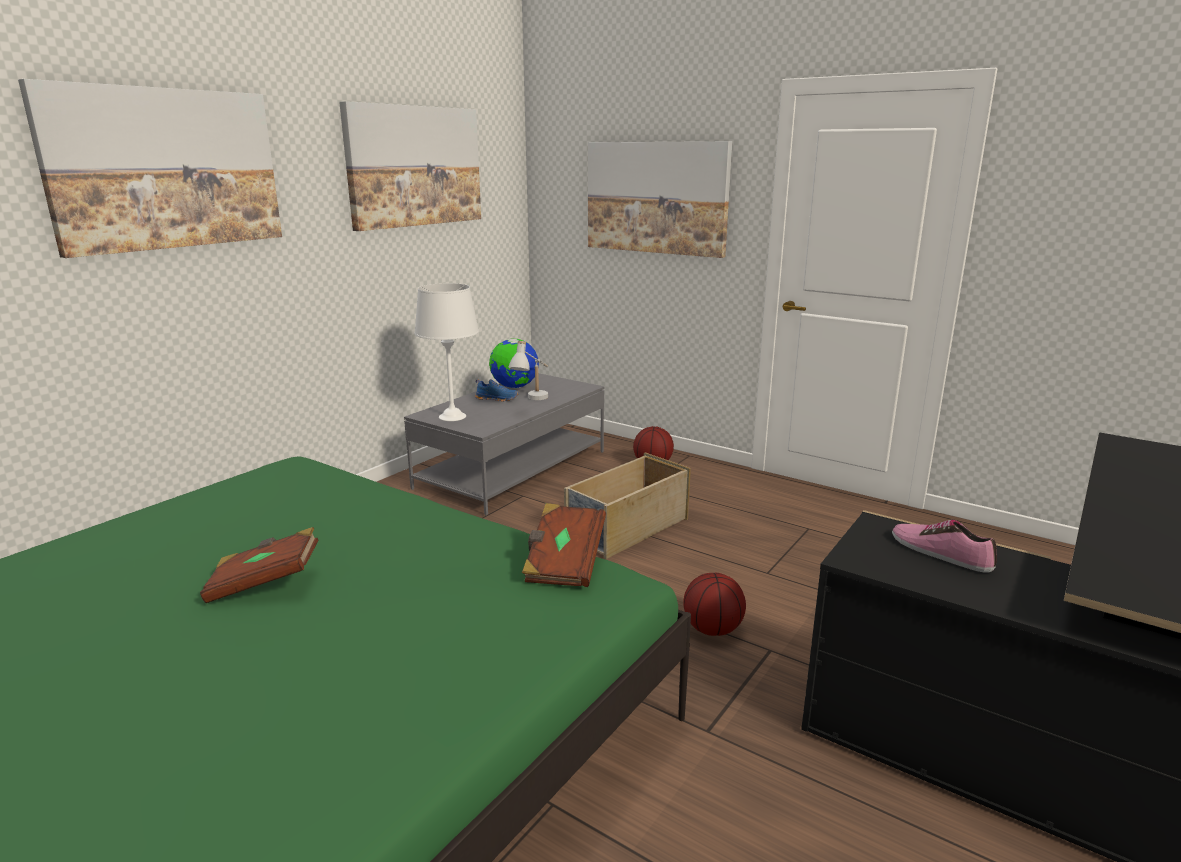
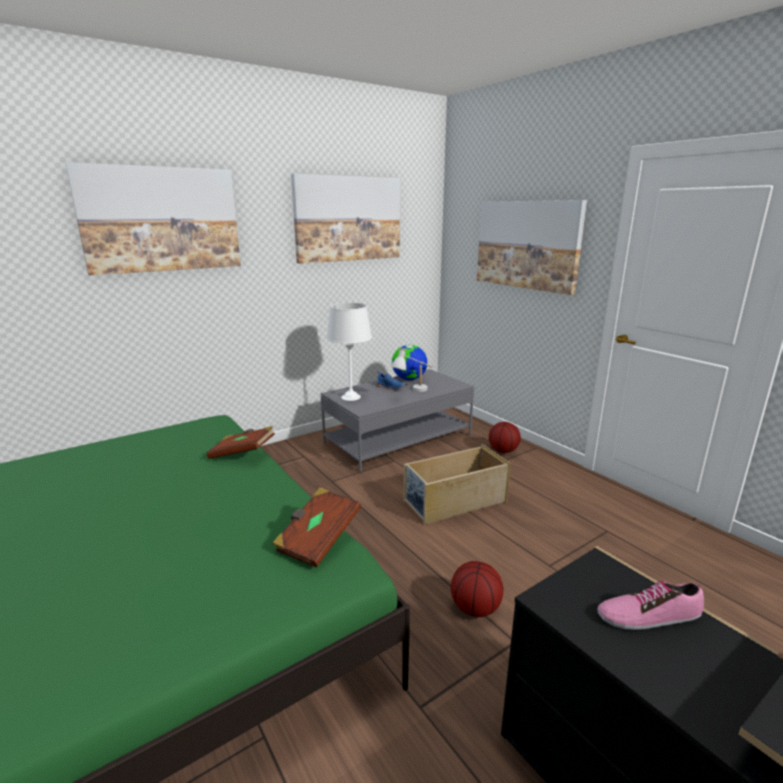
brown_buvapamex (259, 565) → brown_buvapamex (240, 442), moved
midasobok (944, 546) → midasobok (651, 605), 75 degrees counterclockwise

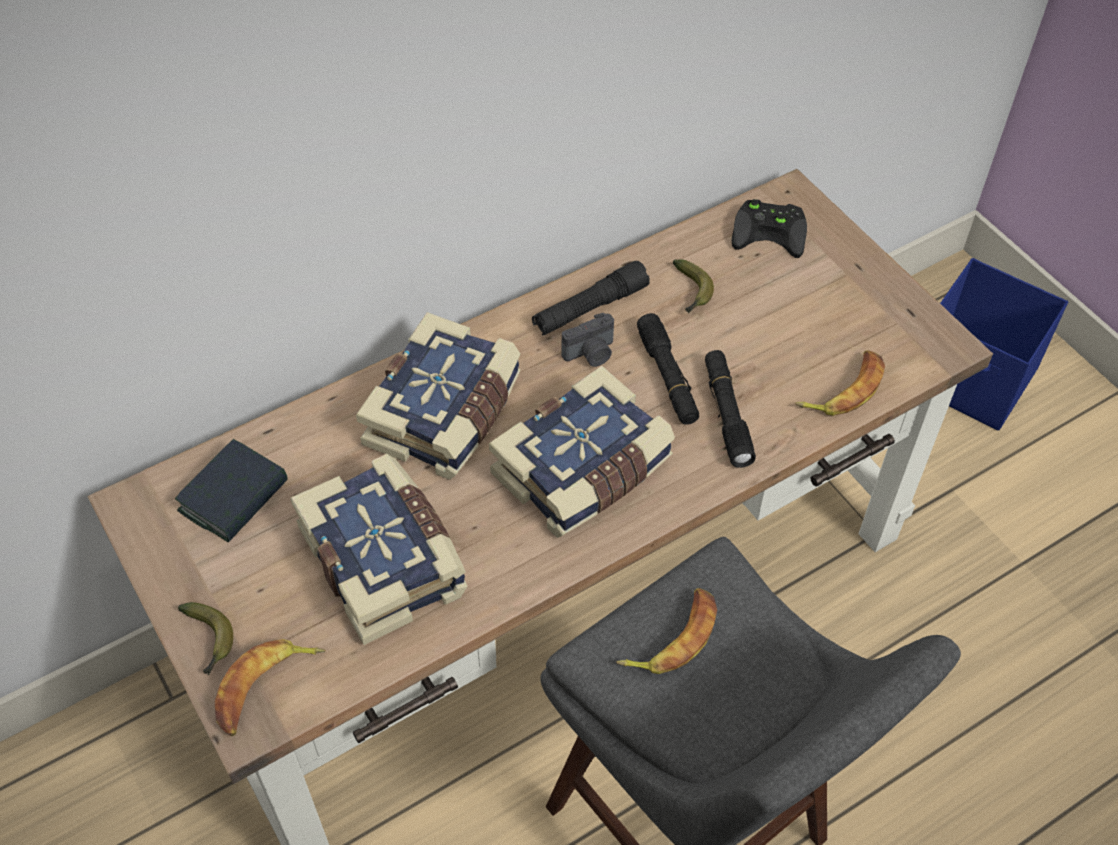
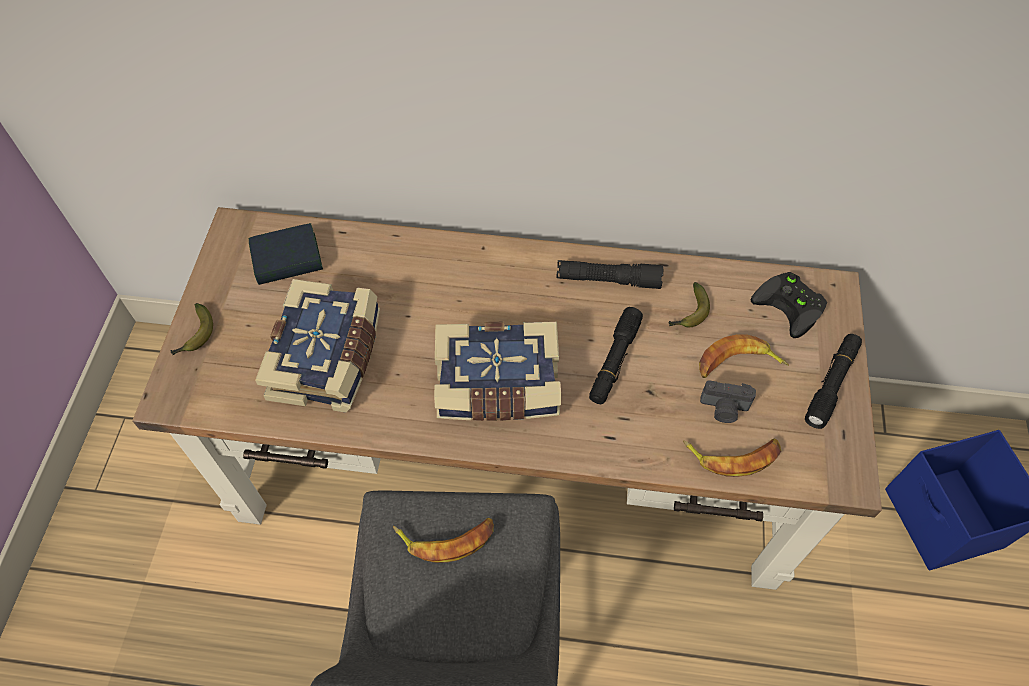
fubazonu (270, 687) → fubazonu (744, 356), moved
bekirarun (587, 339) → bekirarun (728, 401), moved
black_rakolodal (730, 409) → black_rakolodal (833, 381), moved
buvapamex (438, 396) → -

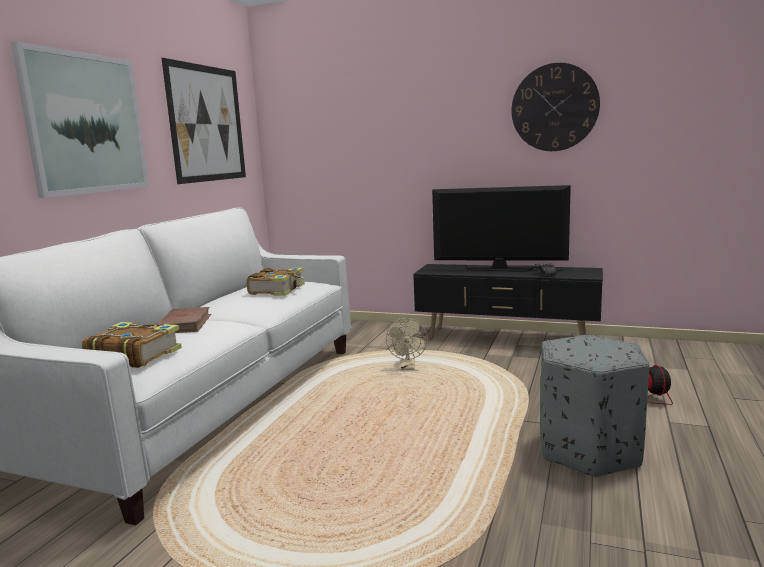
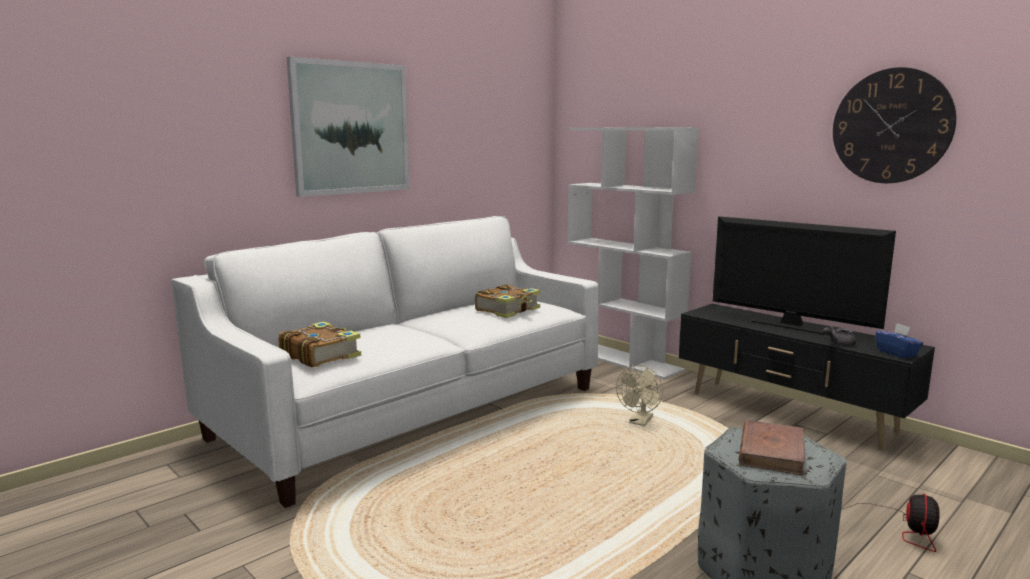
- → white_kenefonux (633, 253)
brown_buvapamex (183, 320) → brown_buvapamex (772, 448), moved
- → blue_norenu (899, 340)
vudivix (203, 121) → -

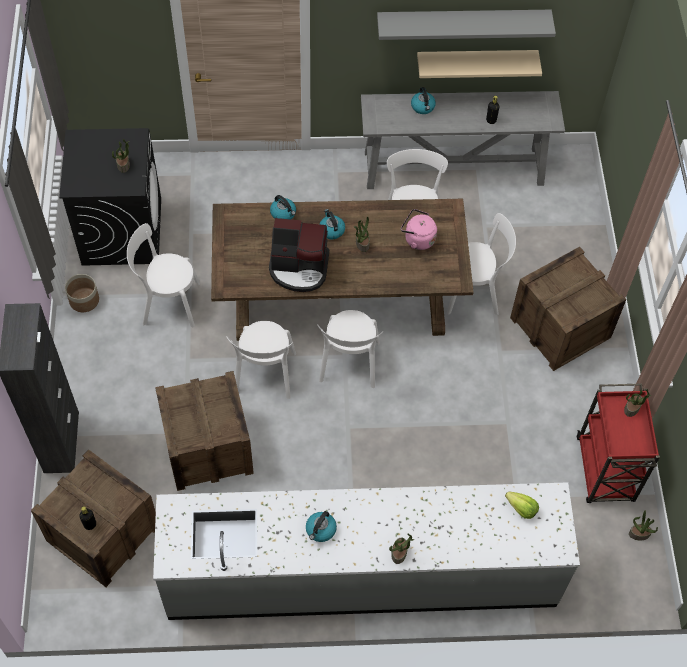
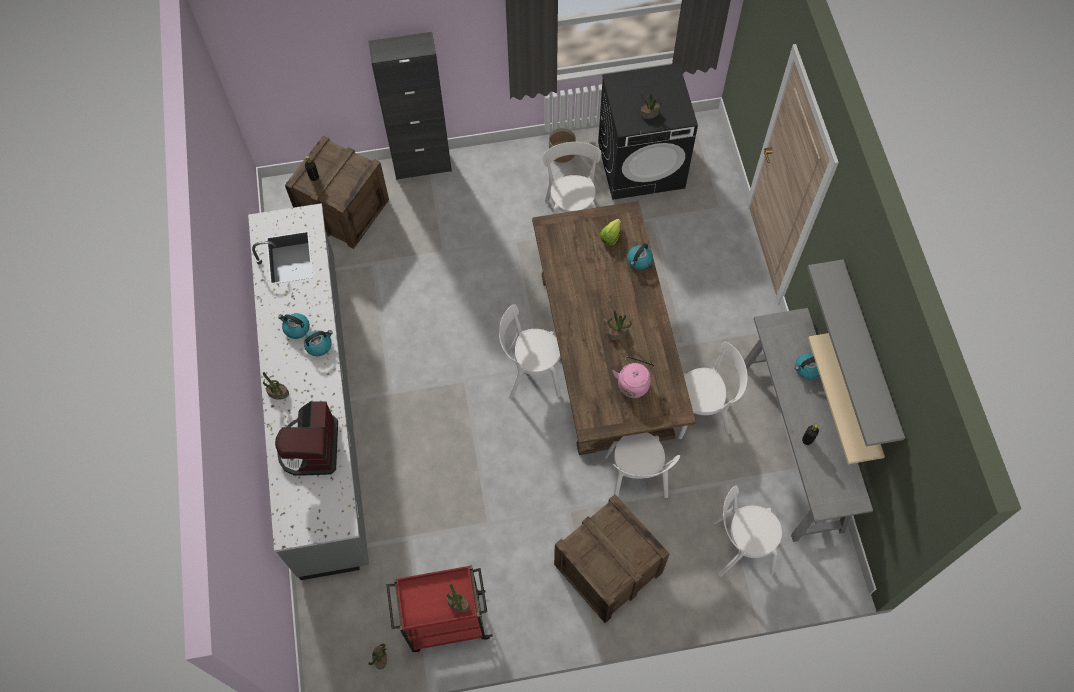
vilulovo (299, 255) → vilulovo (306, 438), moved
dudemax (332, 224) → dudemax (318, 343), moved
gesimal (522, 505) → gesimal (610, 232), moved
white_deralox (261, 360) → white_deralox (747, 531), moved
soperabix (204, 431) → -

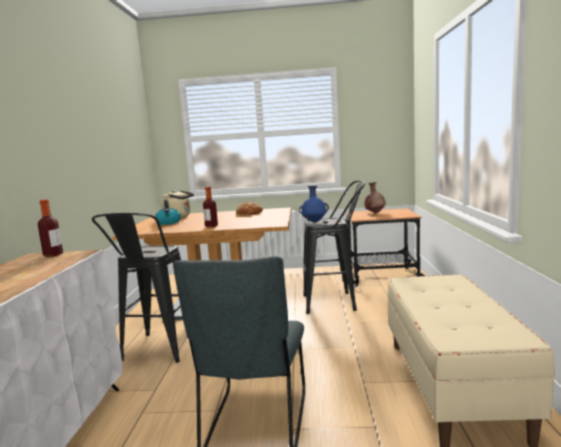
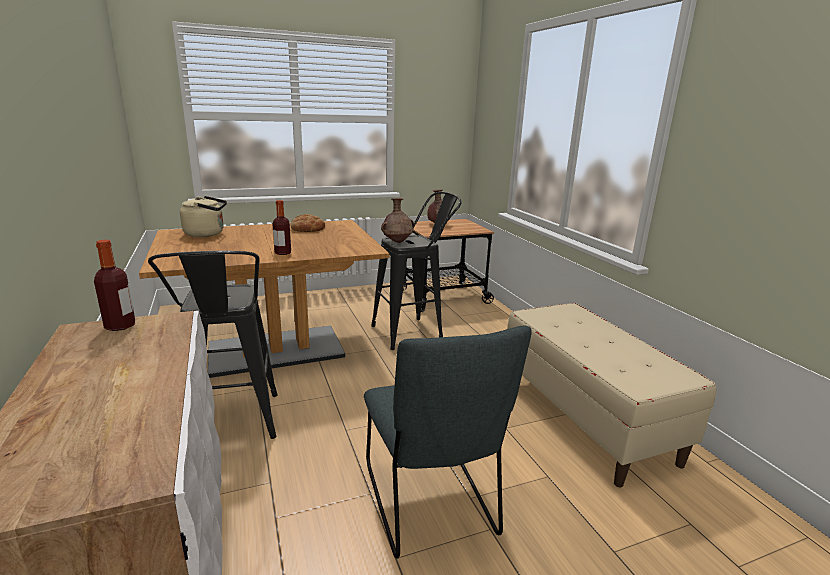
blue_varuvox (314, 204) → brown_varuvox (397, 220)
dudemax (168, 212) → -

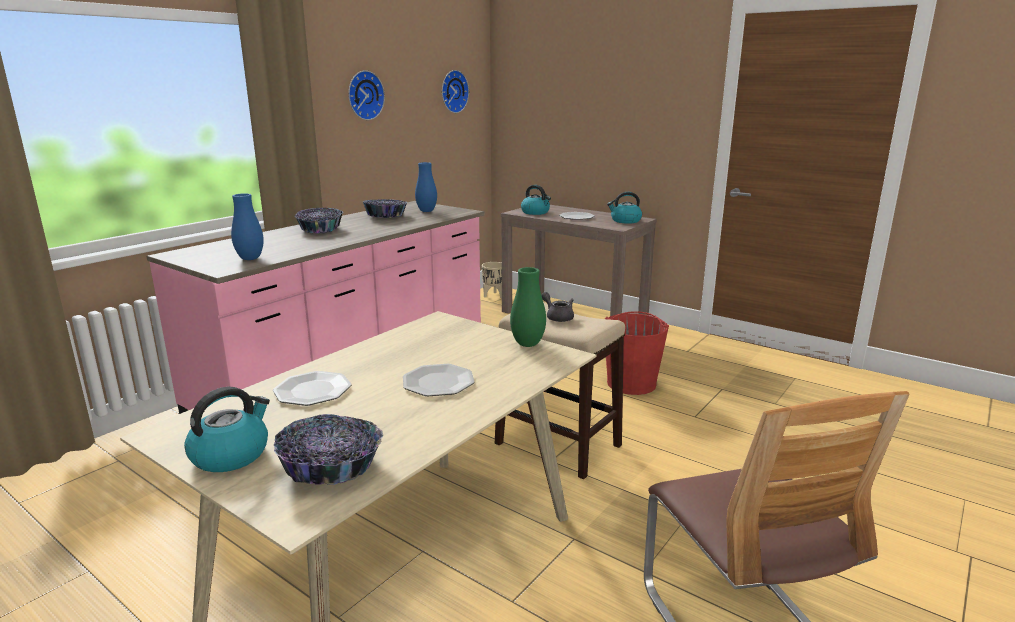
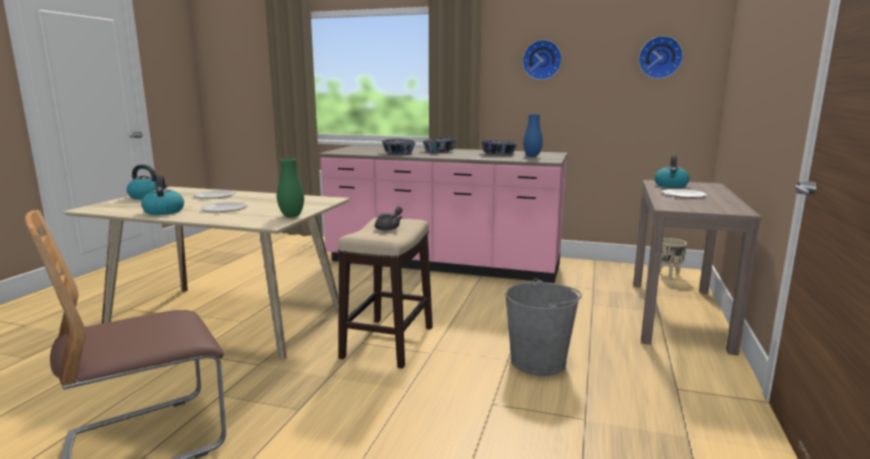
dudemax (624, 208) → dudemax (162, 195), moved
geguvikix (328, 449) → geguvikix (398, 147), moved
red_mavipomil (637, 353) → grey_mavipomil (543, 327)
blue_varuvox (247, 226) → -

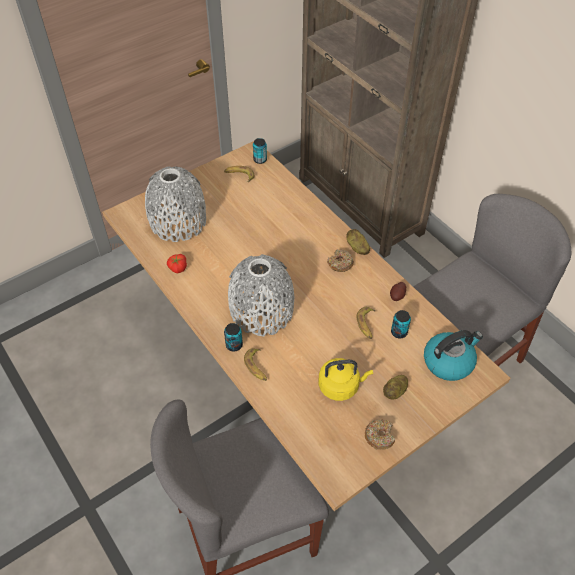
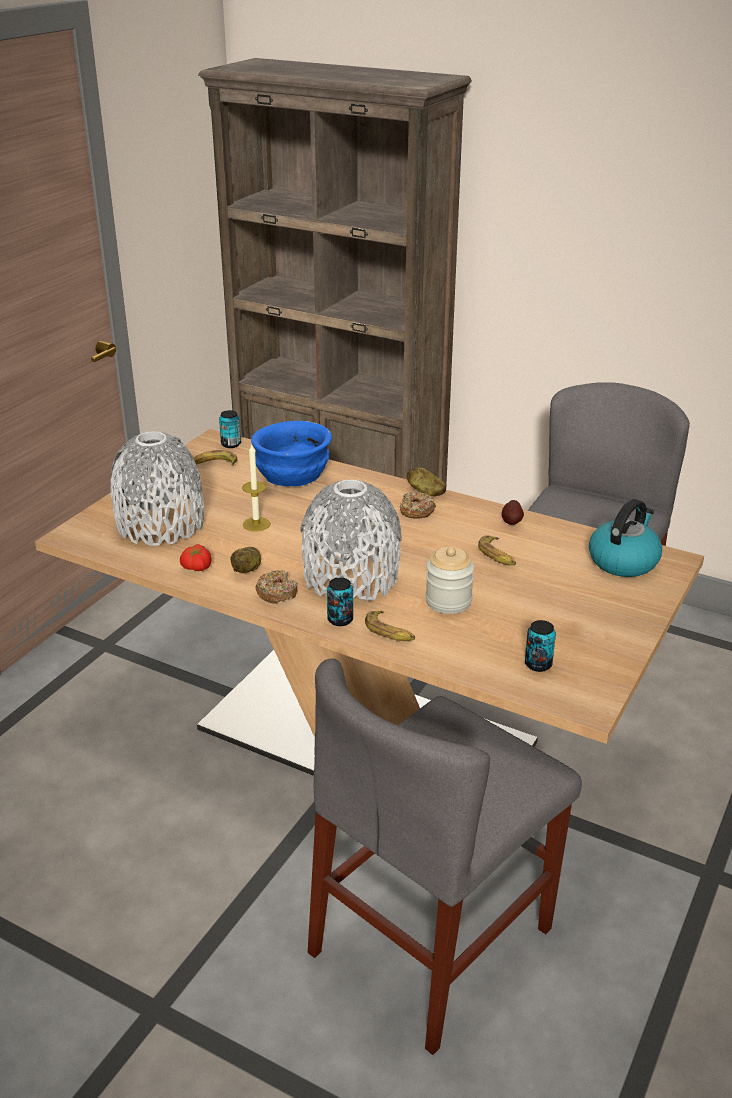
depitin (395, 387) → depitin (245, 560), moved
- → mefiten (256, 487)
- → blue_geguvikix (291, 453)
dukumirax (380, 434) → dukumirax (276, 587), moved
- → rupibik (450, 580)
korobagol (401, 324) → korobagol (540, 646), moved
yellow_dudemax (346, 379) → -

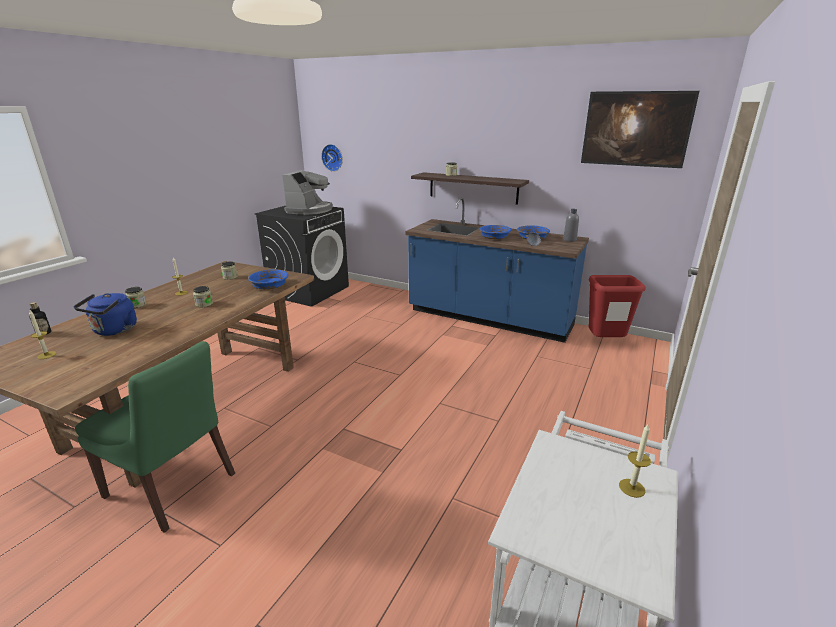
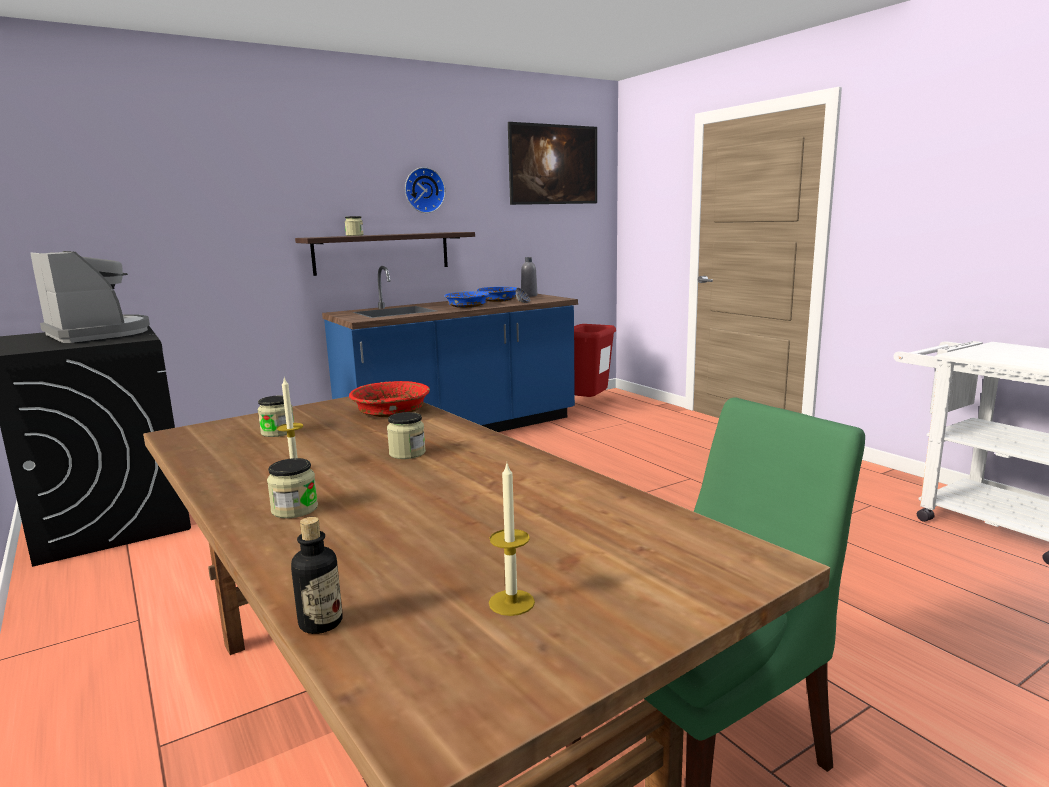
blue_geguvikix (268, 279) → red_geguvikix (389, 399)
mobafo (332, 158) → mobafo (425, 190), moved
blue_dudemax (105, 314) → -
mefiten (635, 461) → -

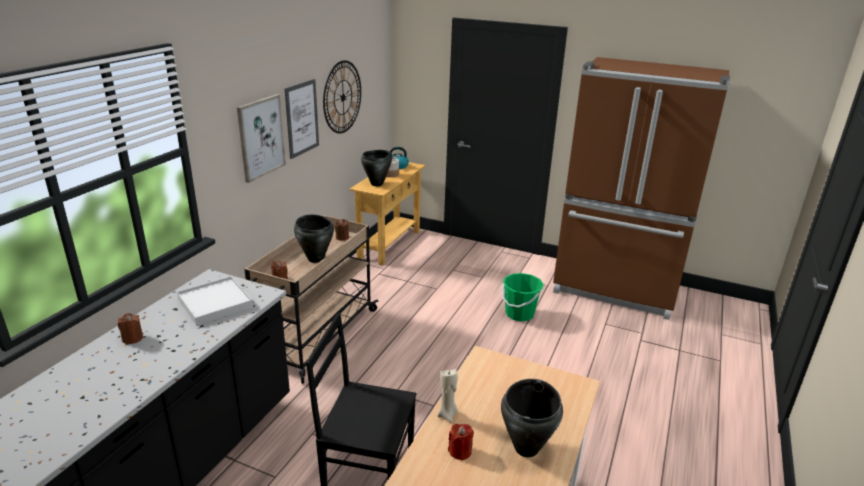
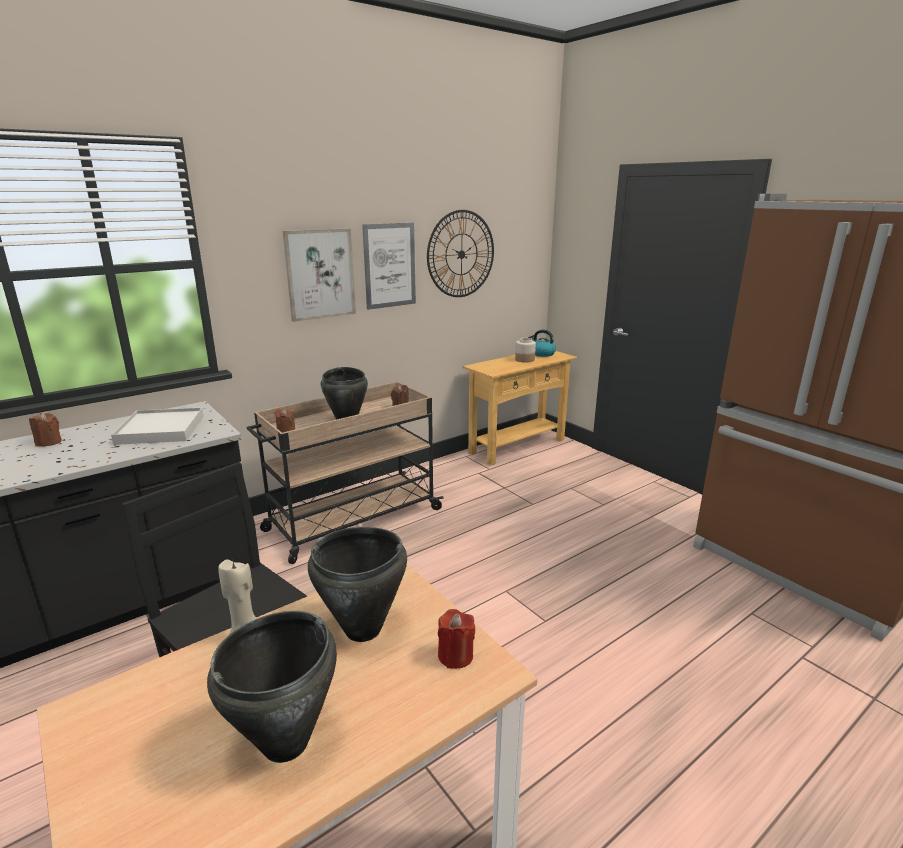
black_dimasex (376, 168) → black_dimasex (357, 584), moved
red_mefiten (461, 442) → red_mefiten (456, 639), moved
green_mavipomil (523, 297) → -

